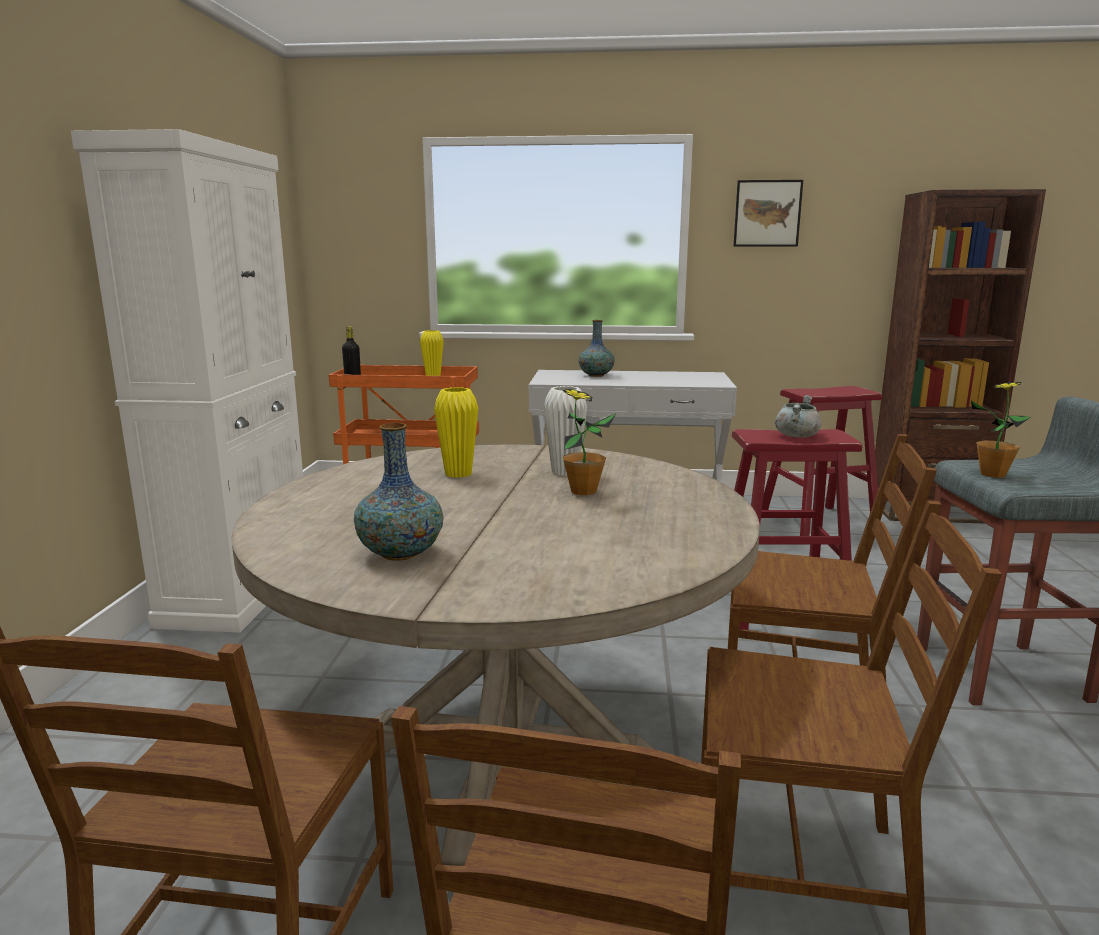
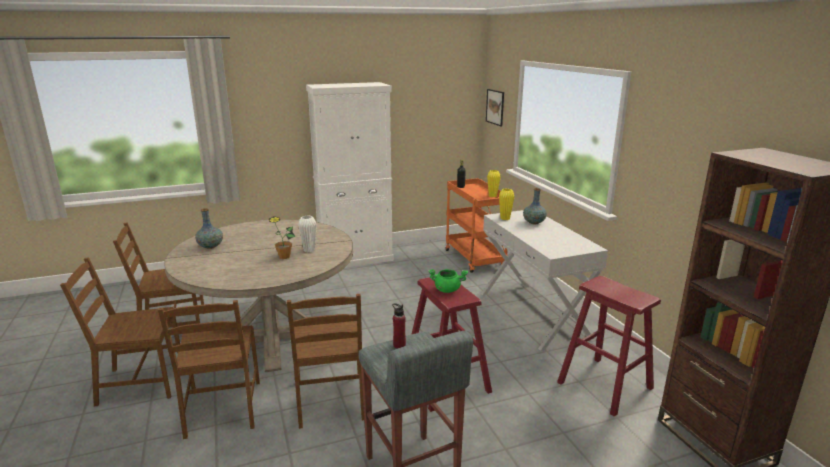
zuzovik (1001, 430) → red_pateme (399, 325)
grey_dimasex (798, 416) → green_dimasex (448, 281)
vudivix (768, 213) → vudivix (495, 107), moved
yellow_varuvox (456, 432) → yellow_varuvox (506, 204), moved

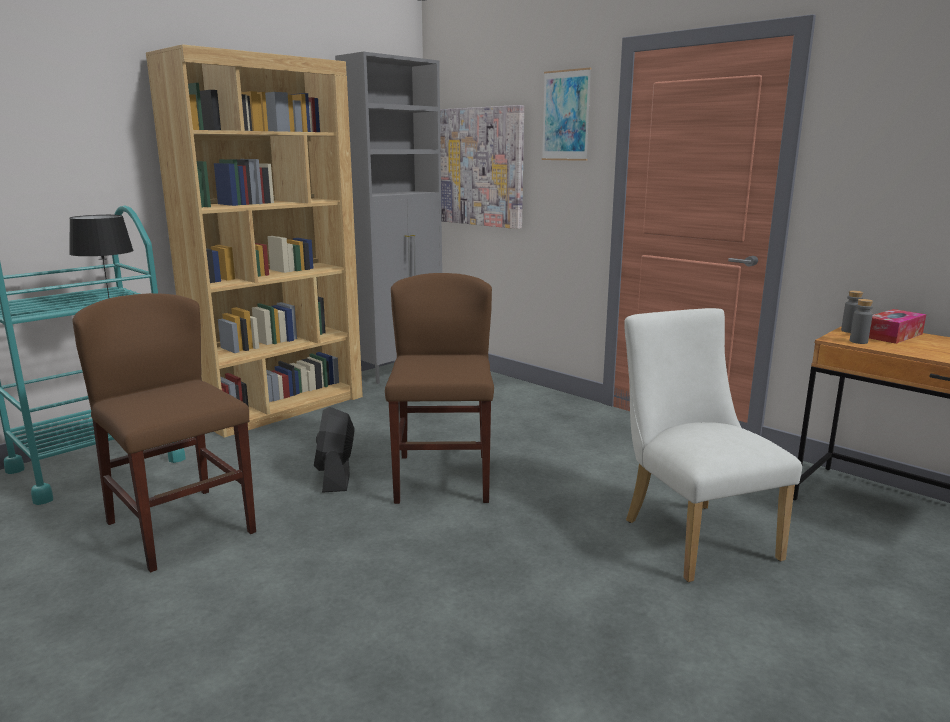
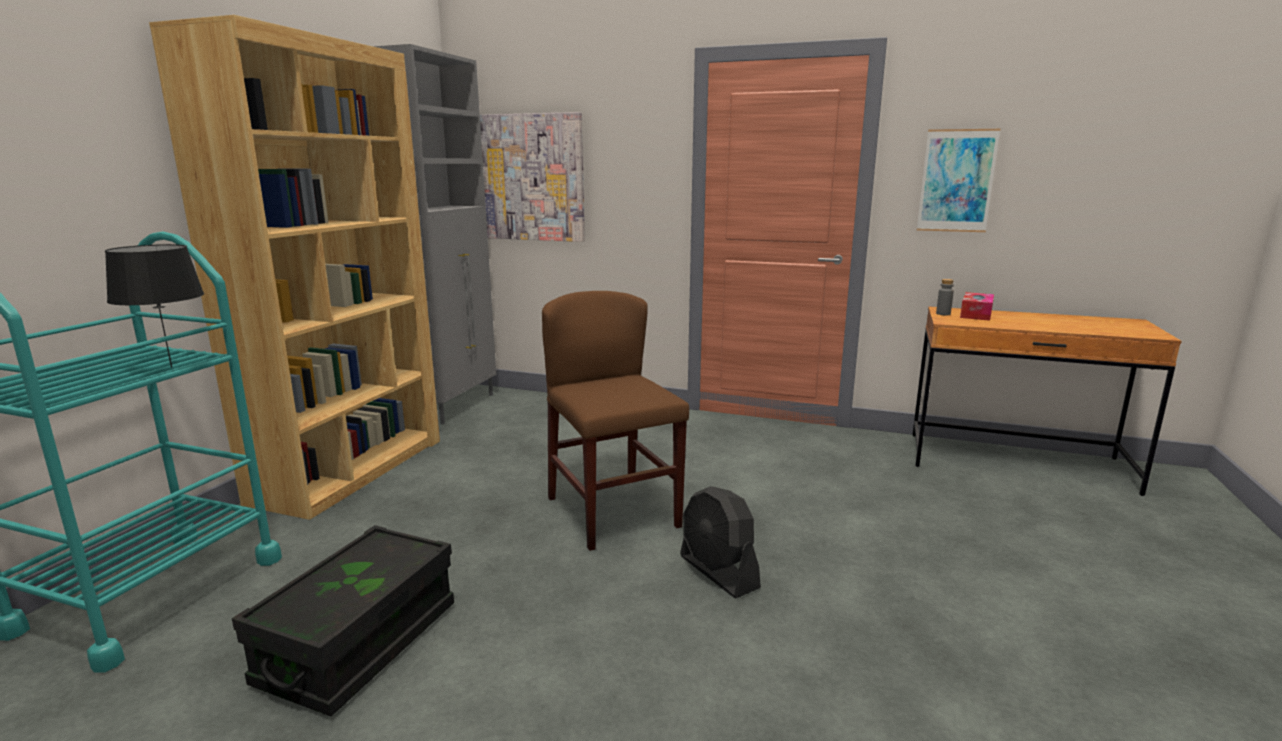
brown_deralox (164, 433) → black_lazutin (343, 621)
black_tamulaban (334, 450) → black_tamulaban (720, 542), moved
vudivix (566, 114) → vudivix (958, 180), moved
white_deralox (713, 445) → -
grey_pateme (861, 321) → -

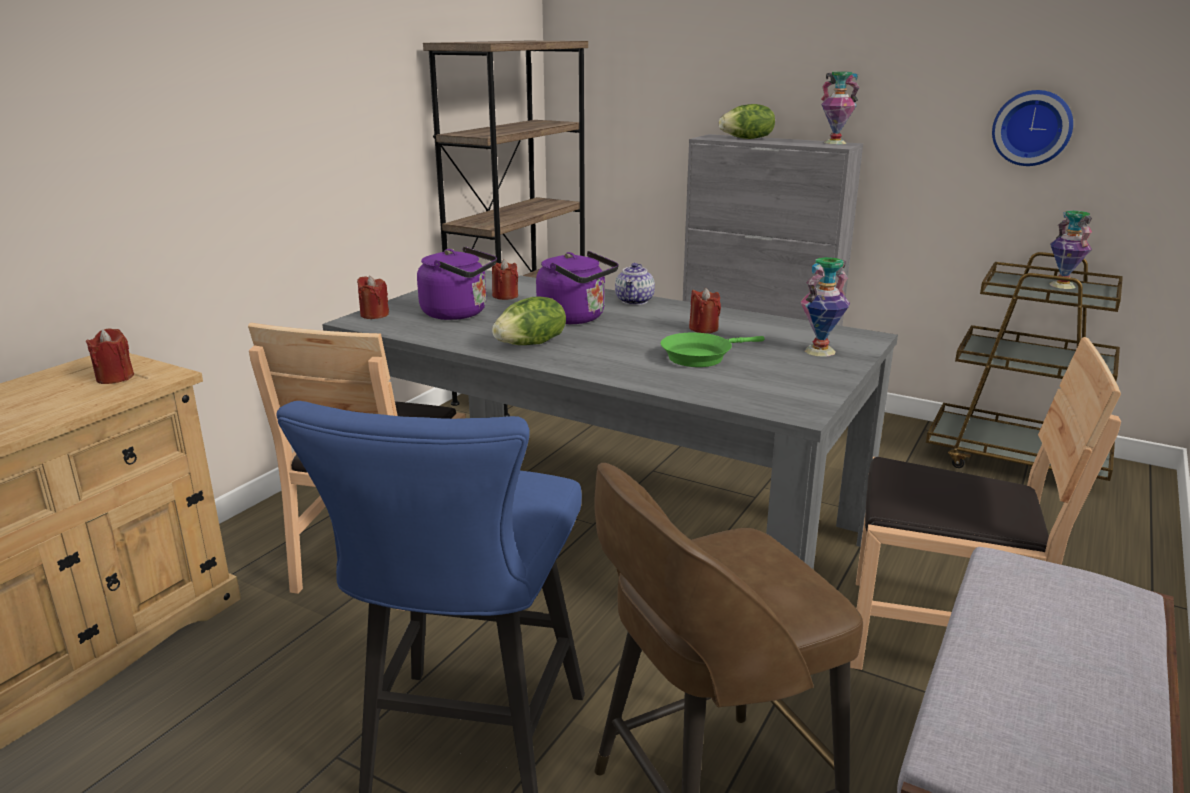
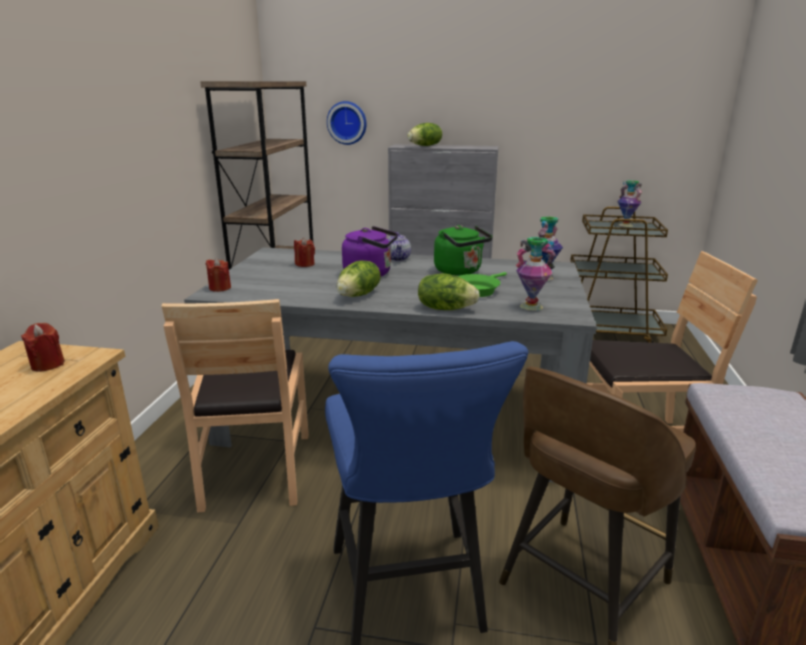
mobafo (1032, 128) → mobafo (347, 123), moved
- → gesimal (449, 292)
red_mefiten (705, 310) → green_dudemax (463, 250)
varuvox (840, 107) → varuvox (536, 274), moved
purple_dudemax (457, 283) → -

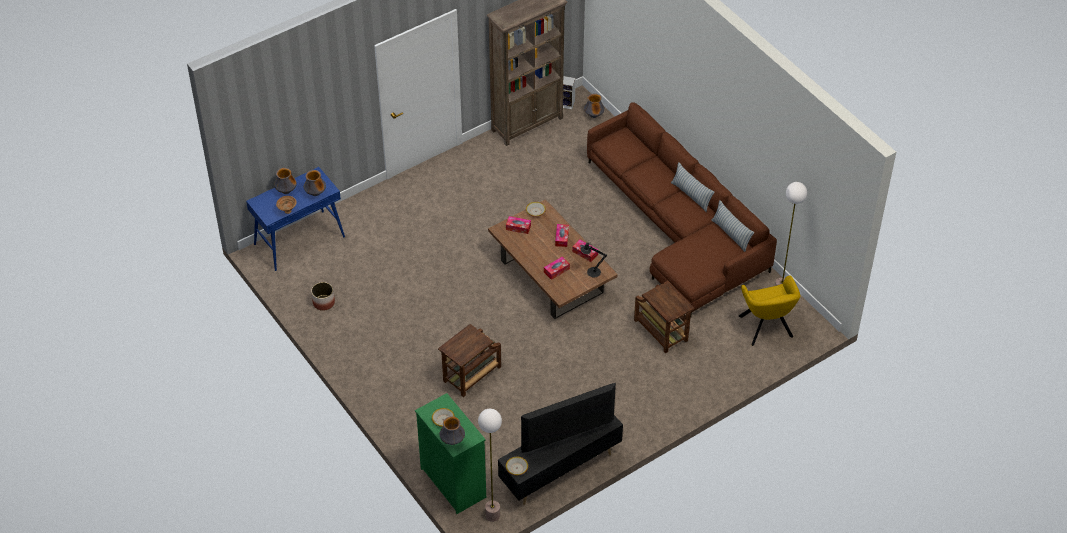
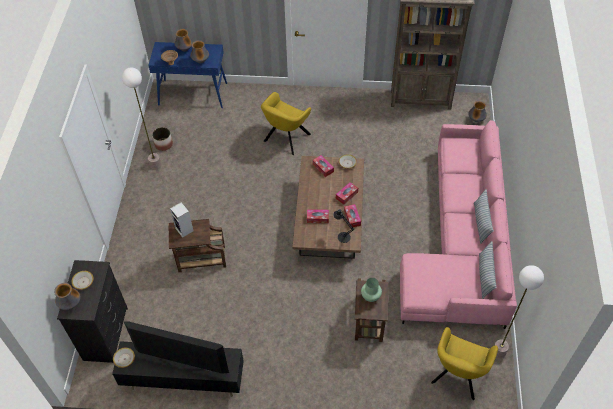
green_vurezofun (450, 453) → black_vurezofun (92, 311)
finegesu (490, 465) → finegesu (141, 118), moved
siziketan (569, 93) → siziketan (182, 220), moved
- → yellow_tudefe (286, 123)
- → green_varuvox (371, 290)
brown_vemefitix (682, 210) → pink_vemefitix (458, 224)

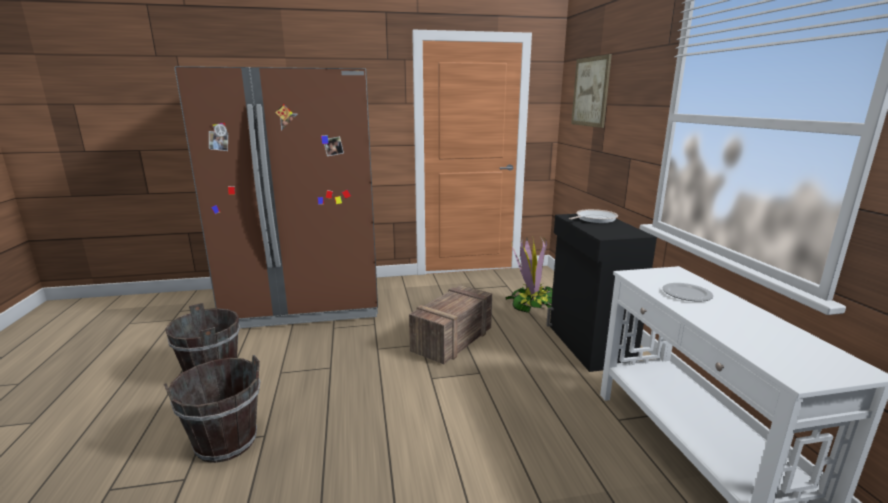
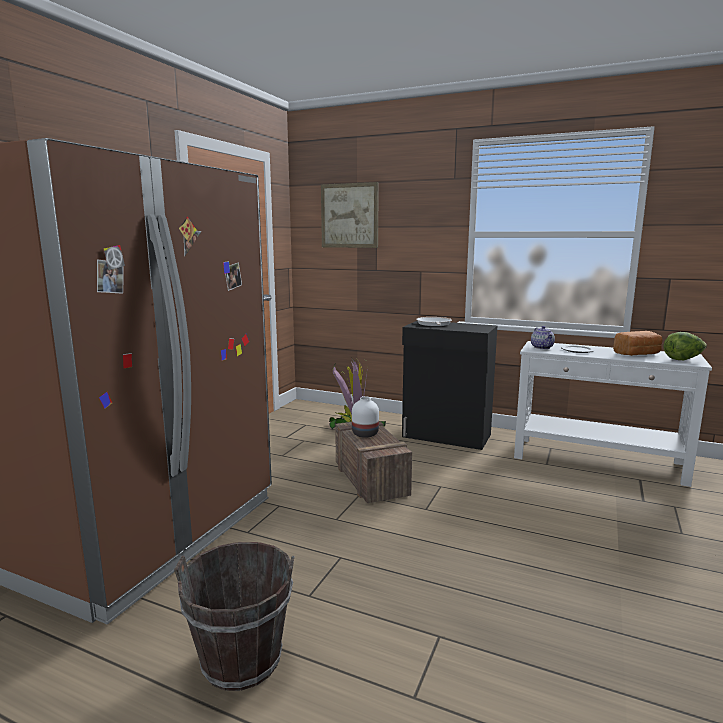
- → white_varuvox (365, 417)
- → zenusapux (543, 337)
- → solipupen (638, 343)
- → gesimal (685, 346)
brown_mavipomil (212, 409) → -

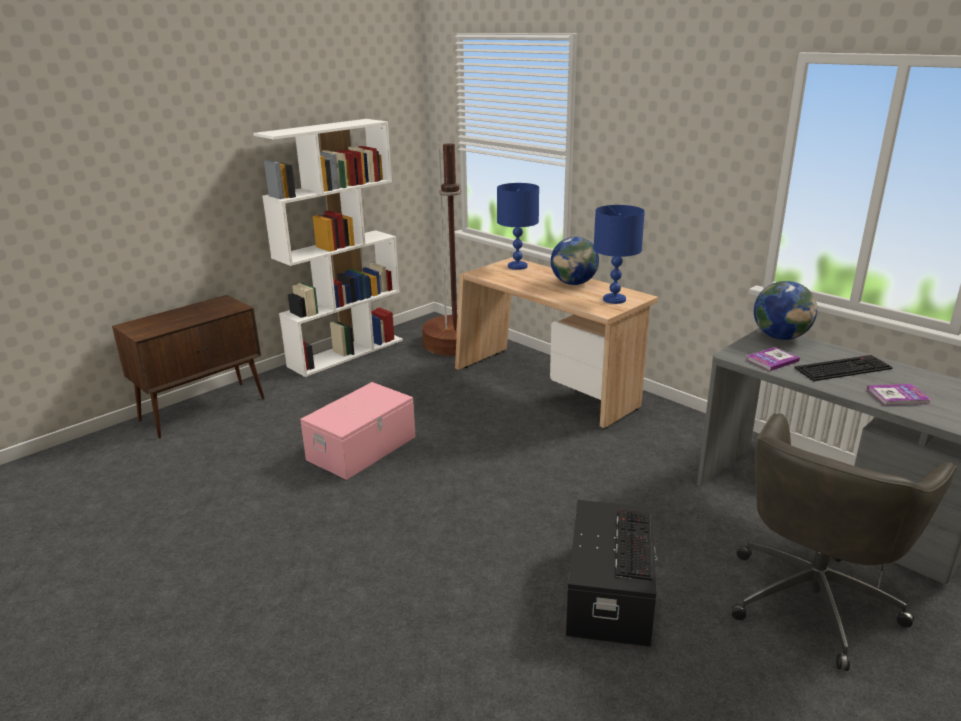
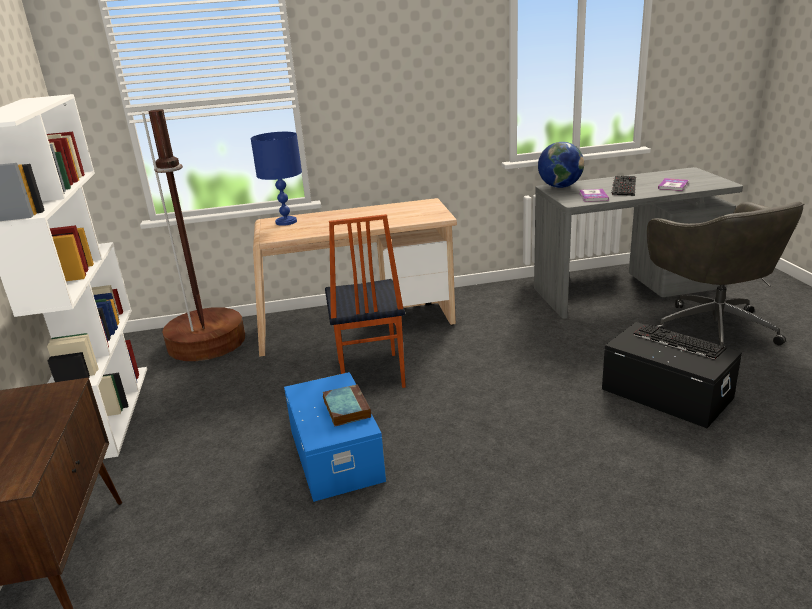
pink_lazutin (358, 431) → blue_lazutin (335, 437)
- → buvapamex (347, 405)
- → deralox (365, 301)
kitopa (575, 261) → -
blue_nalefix (619, 254) → -

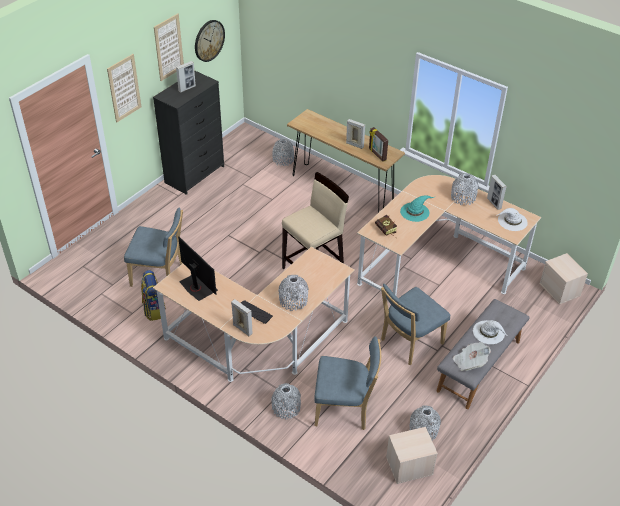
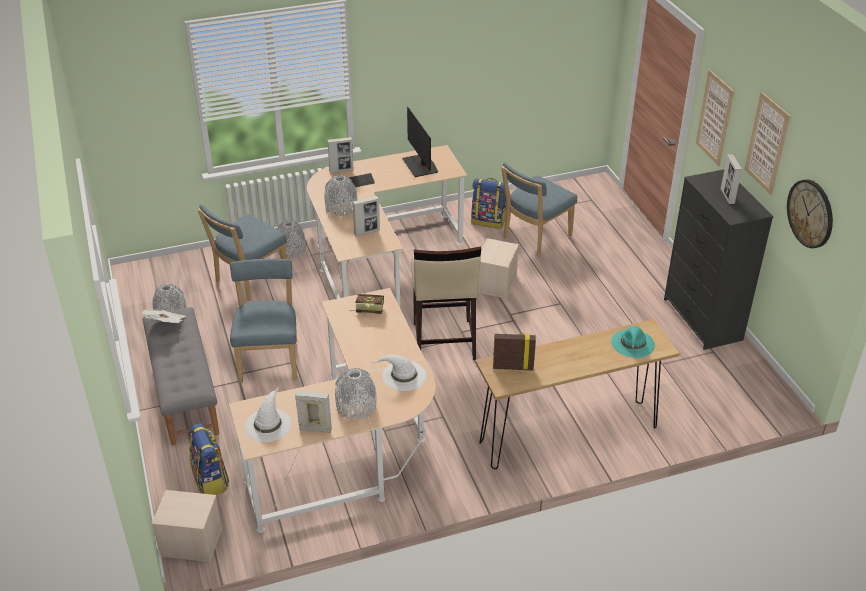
- → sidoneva (209, 459)
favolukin (355, 134) → favolukin (366, 216), moved
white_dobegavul (490, 332) → white_dobegavul (398, 372), moved
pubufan (198, 268) → pubufan (420, 142), 75 degrees clockwise
beige_lazutin (412, 455) → beige_lazutin (498, 268), moved
turquoise_dobegavul (417, 208) → turquoise_dobegavul (633, 342), moved
grey_varuvox (283, 152) → -

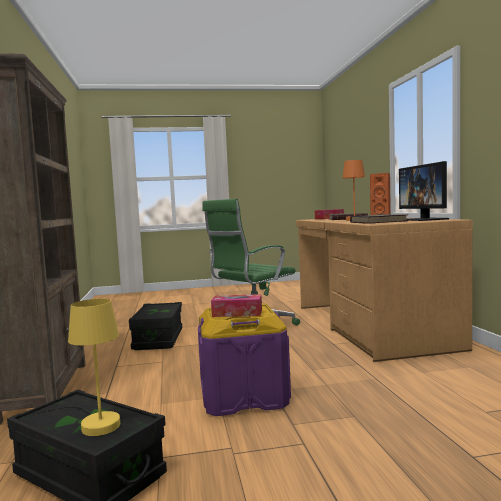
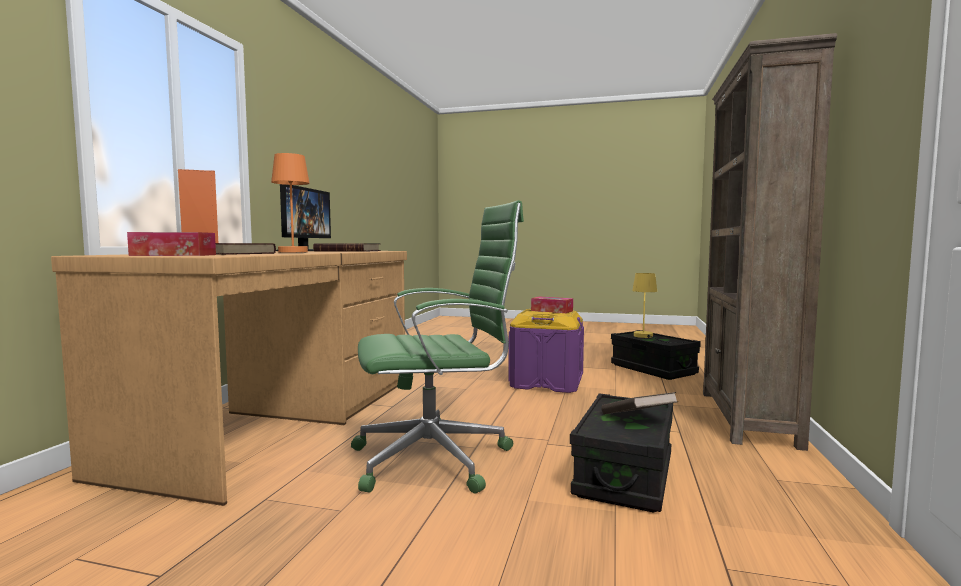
- → brown_buvapamex (639, 403)

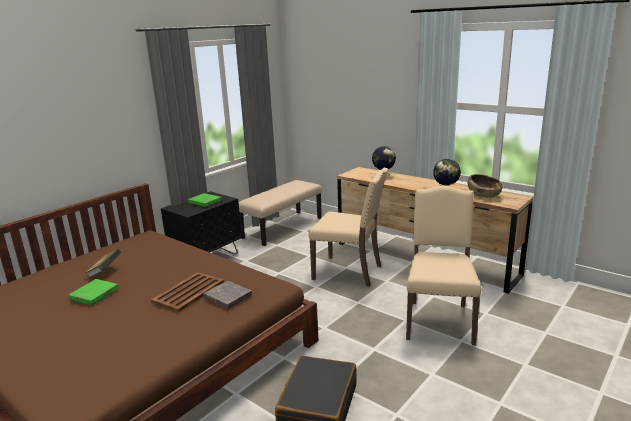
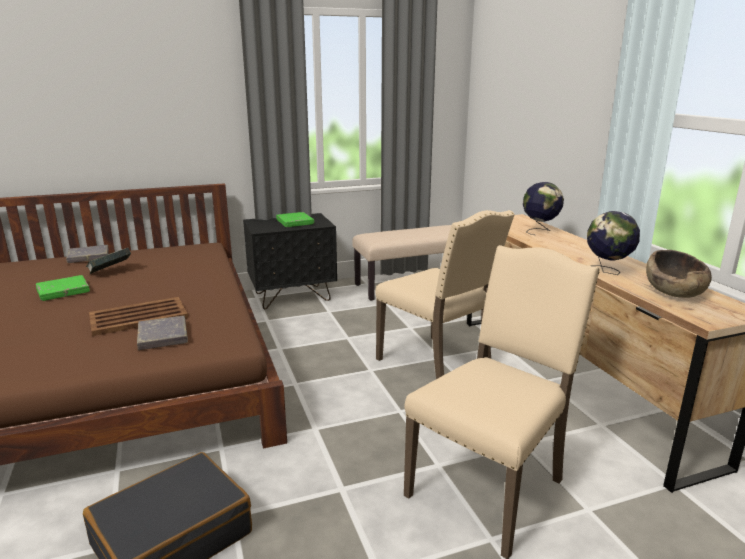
- → grey_buvapamex (87, 254)

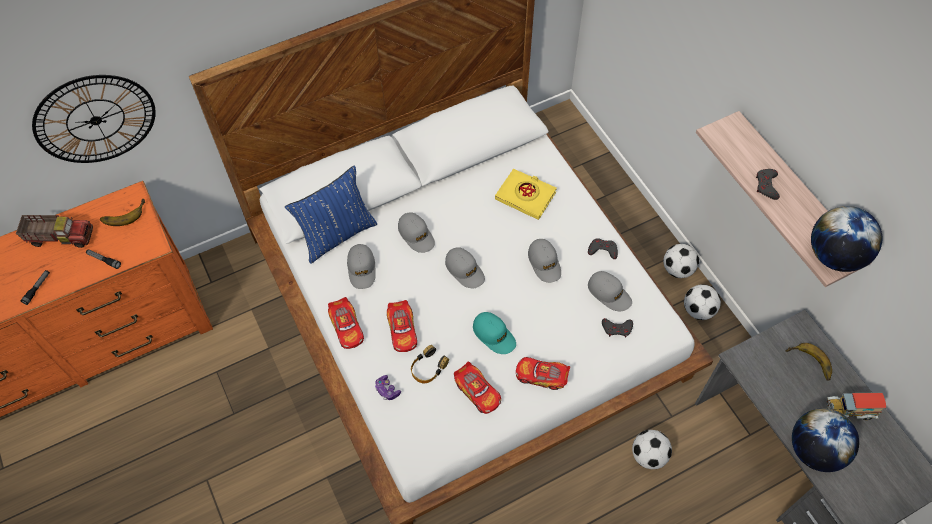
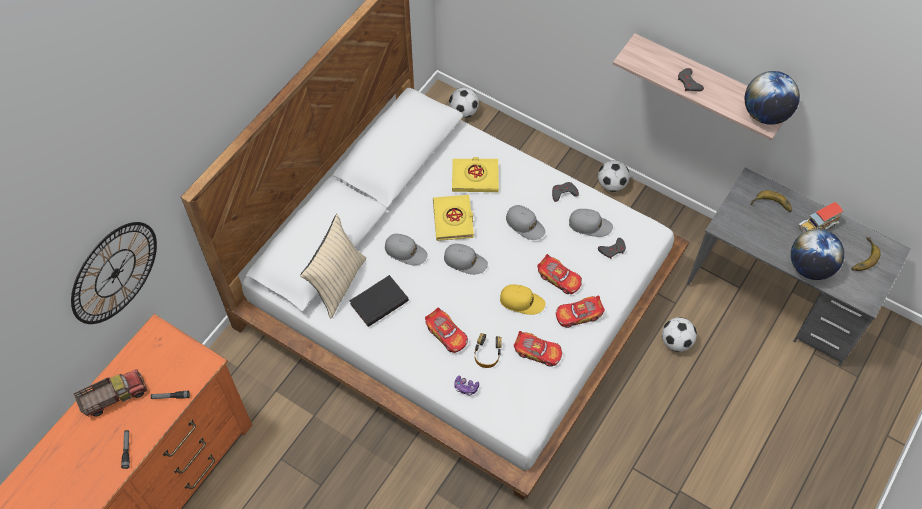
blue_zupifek (331, 214) → beige_zupifek (333, 266)
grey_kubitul (361, 266) → black_buvapamex (379, 301)
- → yellow_buvapamex (453, 218)
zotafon (702, 302) → zotafon (464, 102), moved
turquoise_kubitul (494, 333) → yellow_kubitul (522, 299)
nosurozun (346, 323) → nosurozun (559, 274), moved
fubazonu (122, 212) → fubazonu (866, 254), moved

